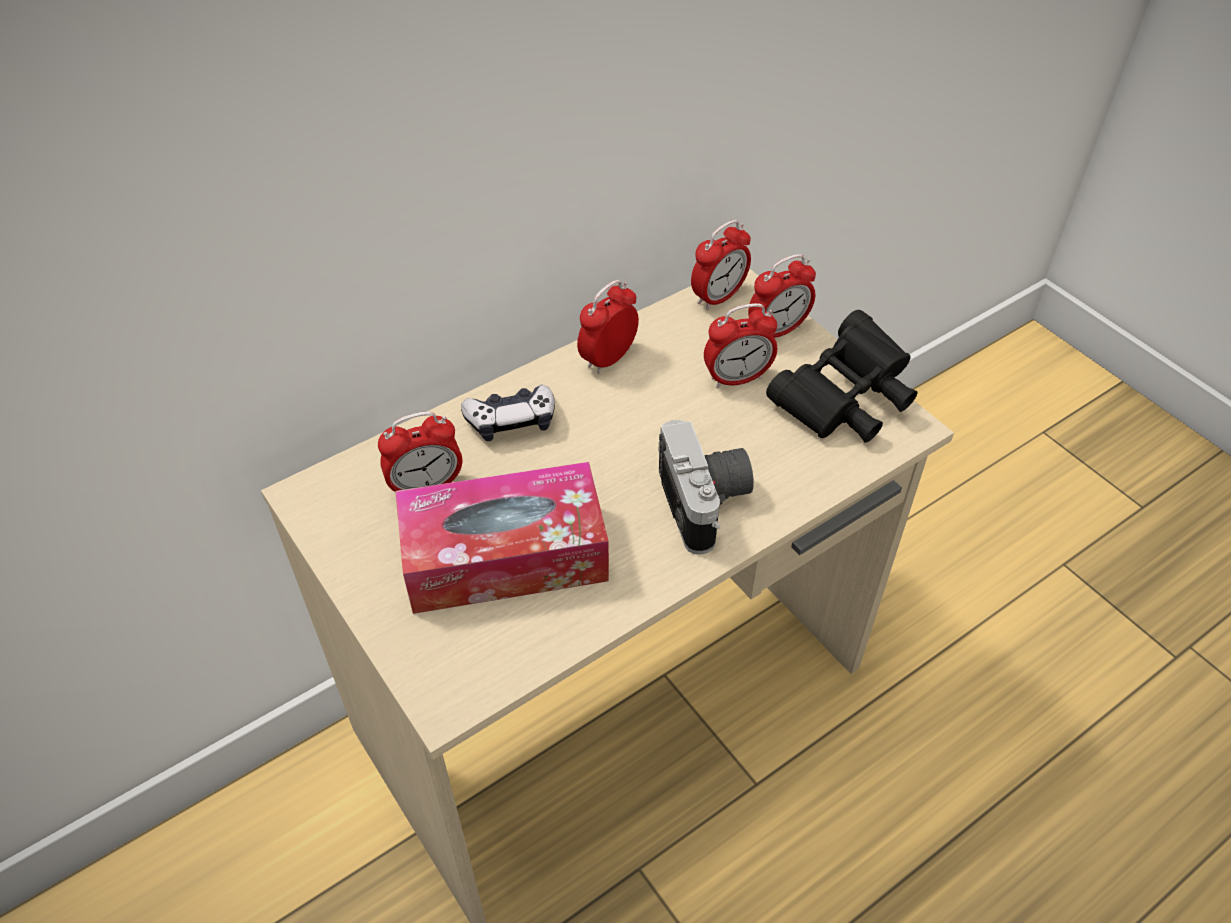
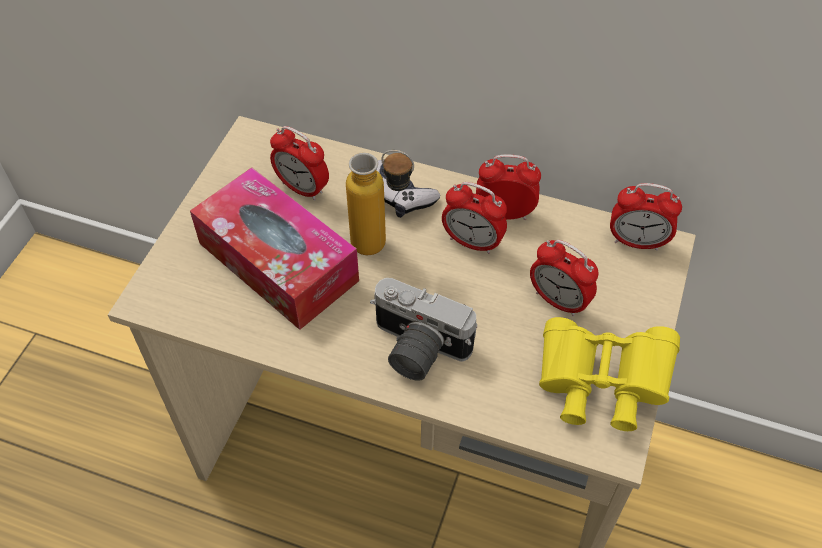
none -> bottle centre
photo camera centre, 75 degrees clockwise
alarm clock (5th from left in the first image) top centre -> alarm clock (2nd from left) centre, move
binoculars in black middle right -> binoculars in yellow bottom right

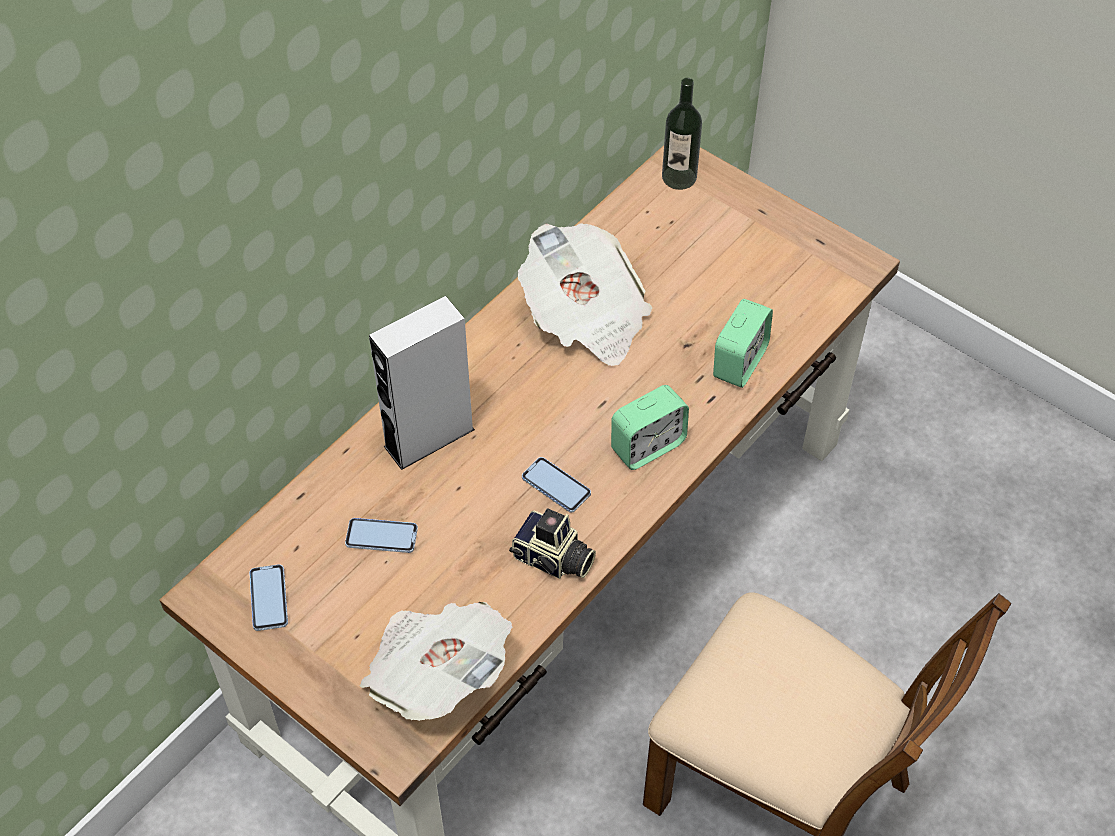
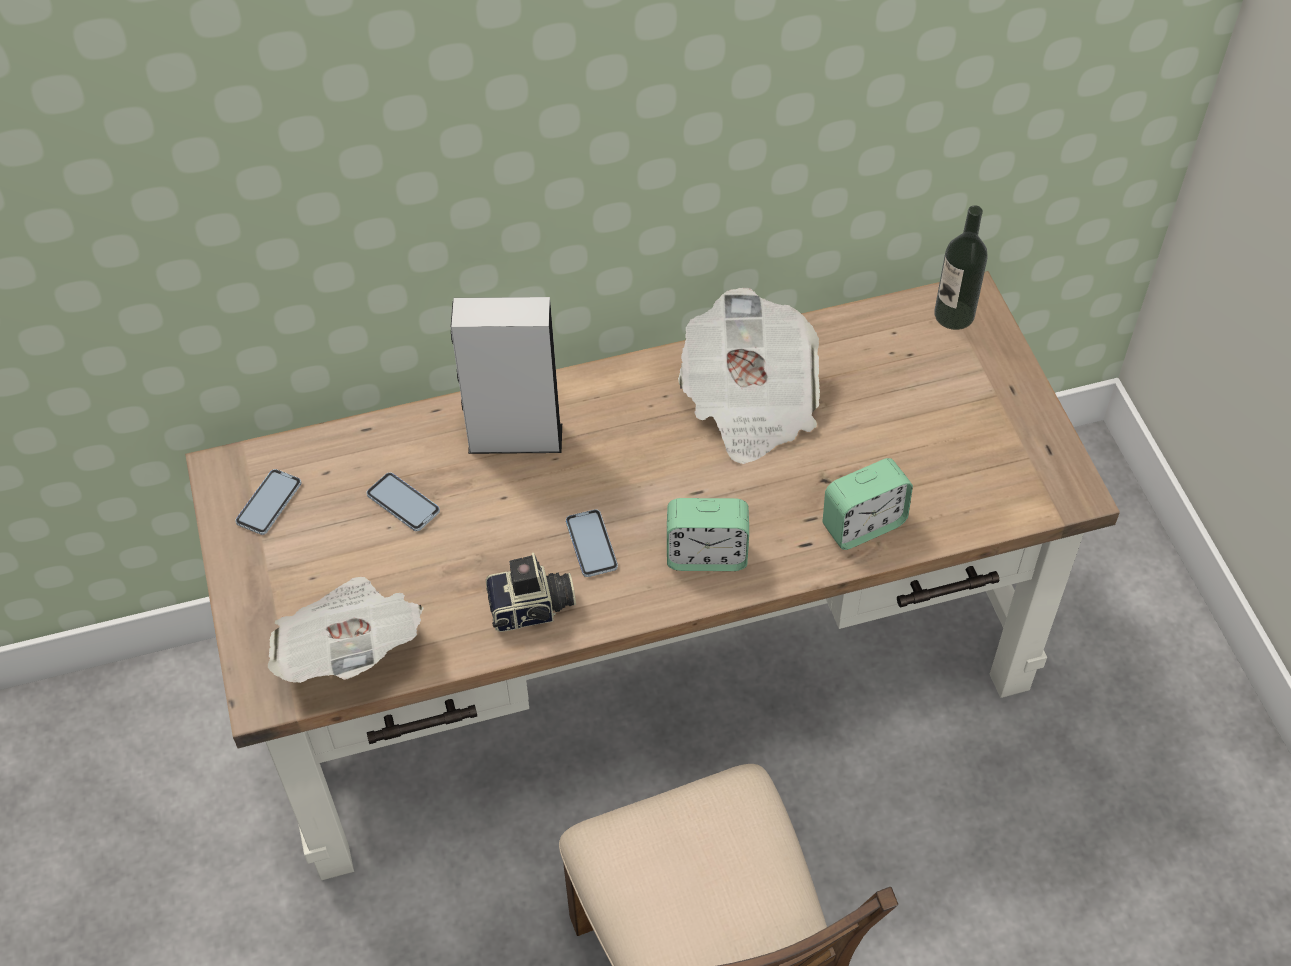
photo camera centre, 75 degrees counterclockwise

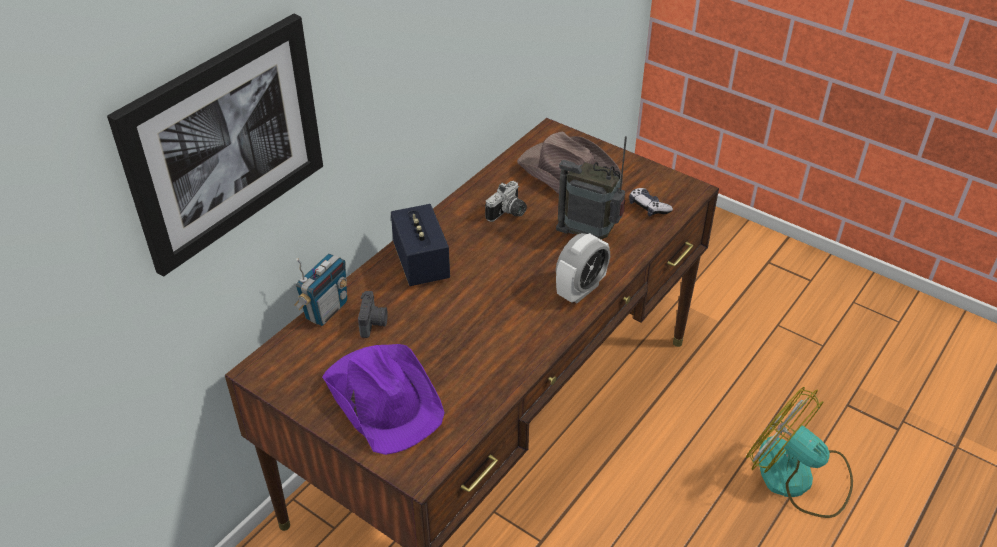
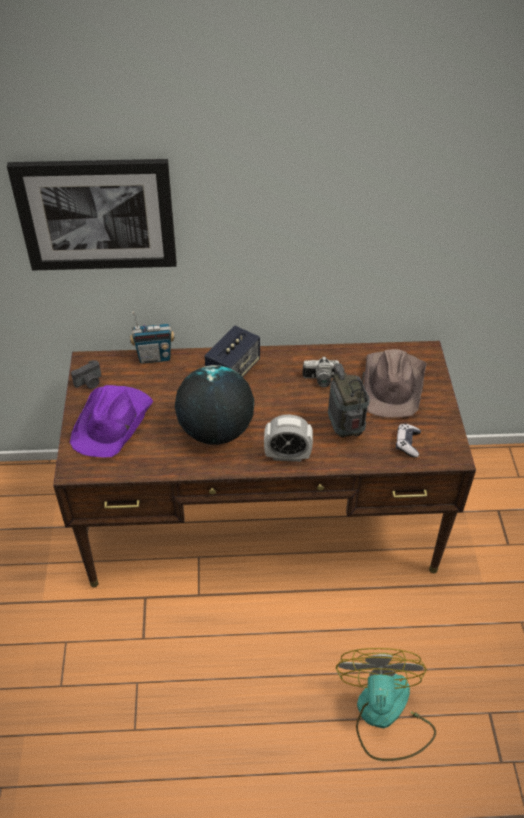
photo camera (1st from left) centre -> photo camera (1st from left) middle left, move
none -> globe centre

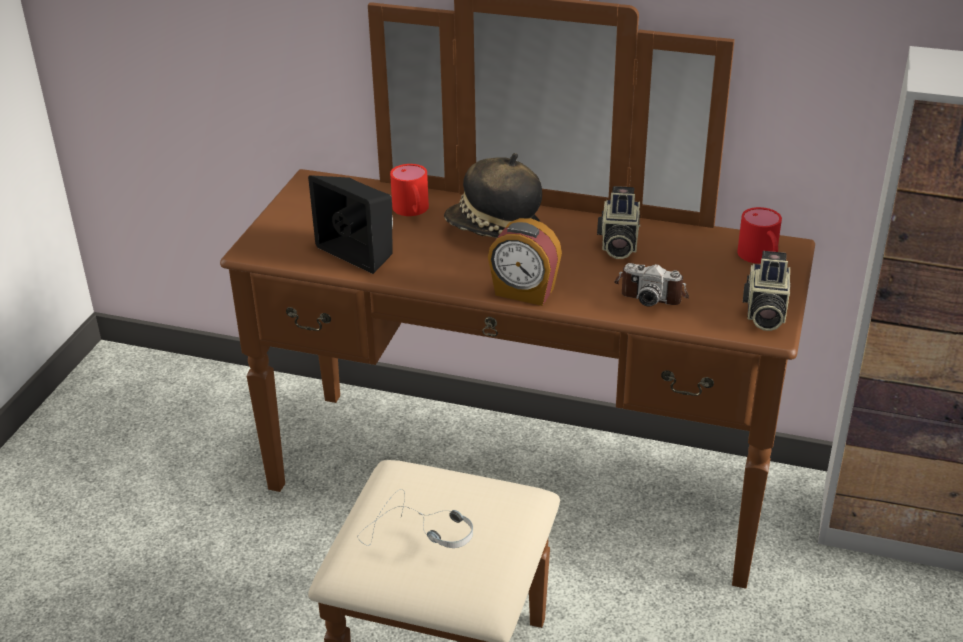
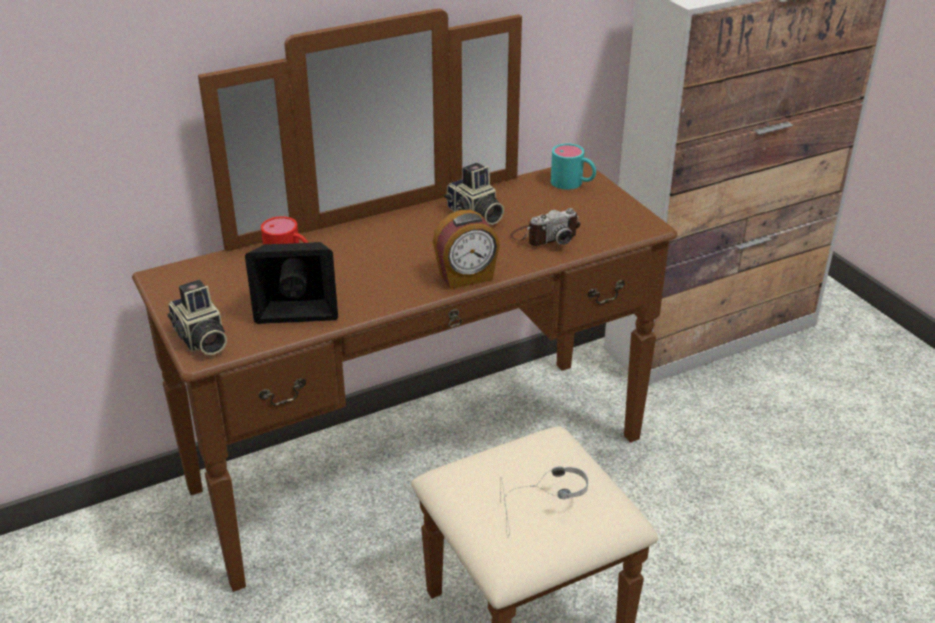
photo camera (3rd from left in the first image) middle right -> photo camera (1st from left) middle left, move
mug in red (2nd from left) middle right -> mug in turquoise top centre
hat top centre -> none

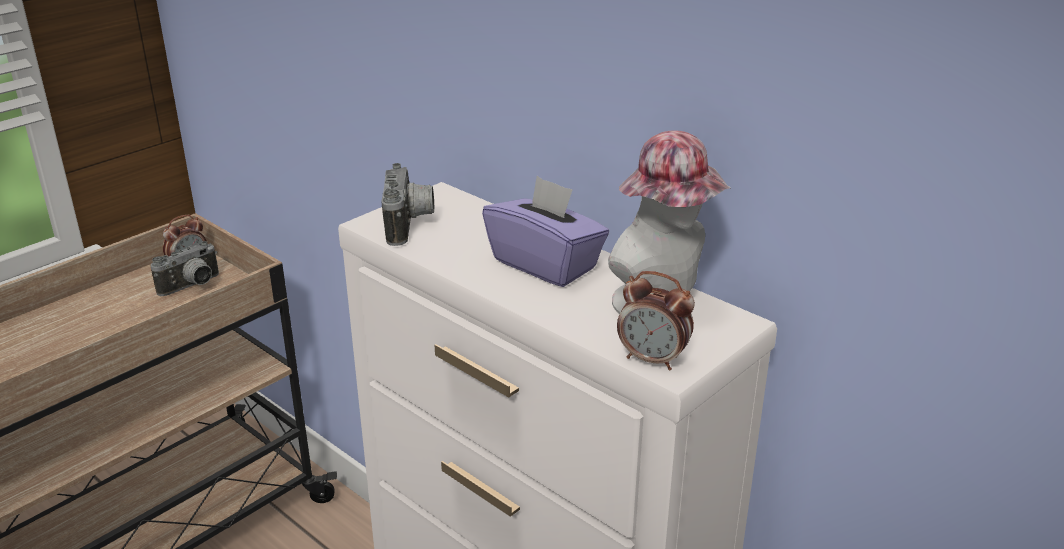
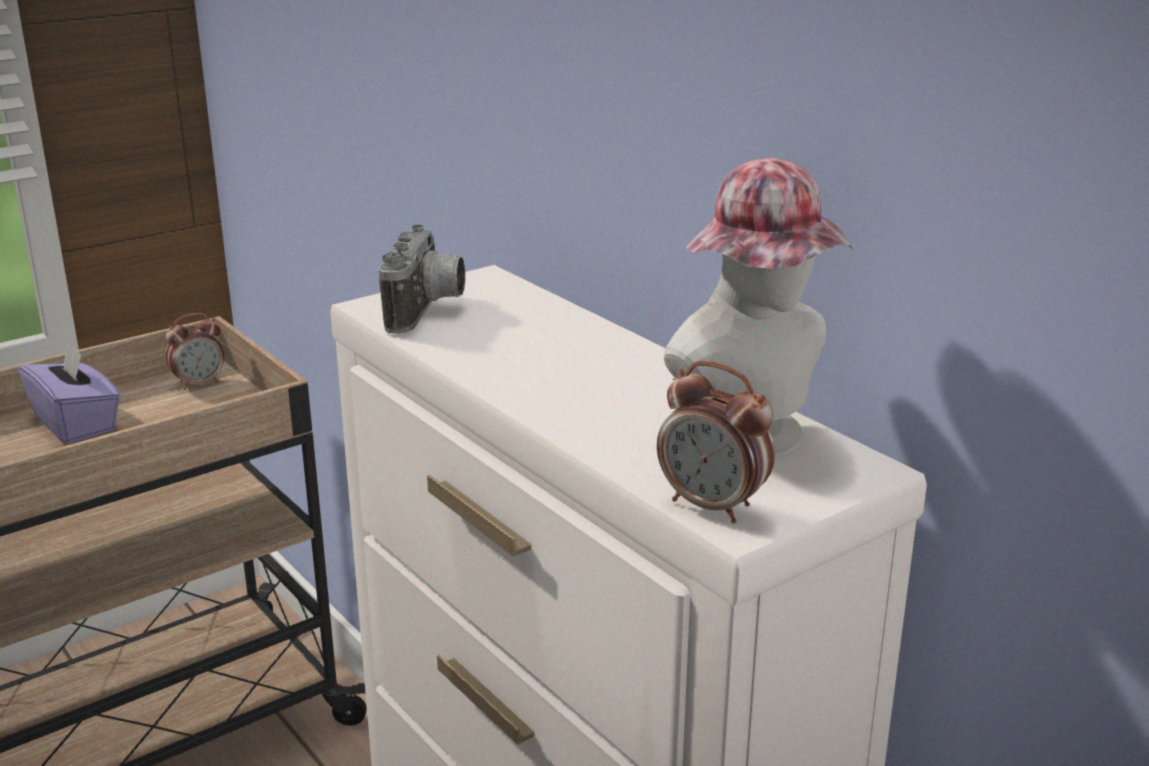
tissue box in purple centre -> tissue box in purple middle left, move
photo camera (1st from left) middle left -> none

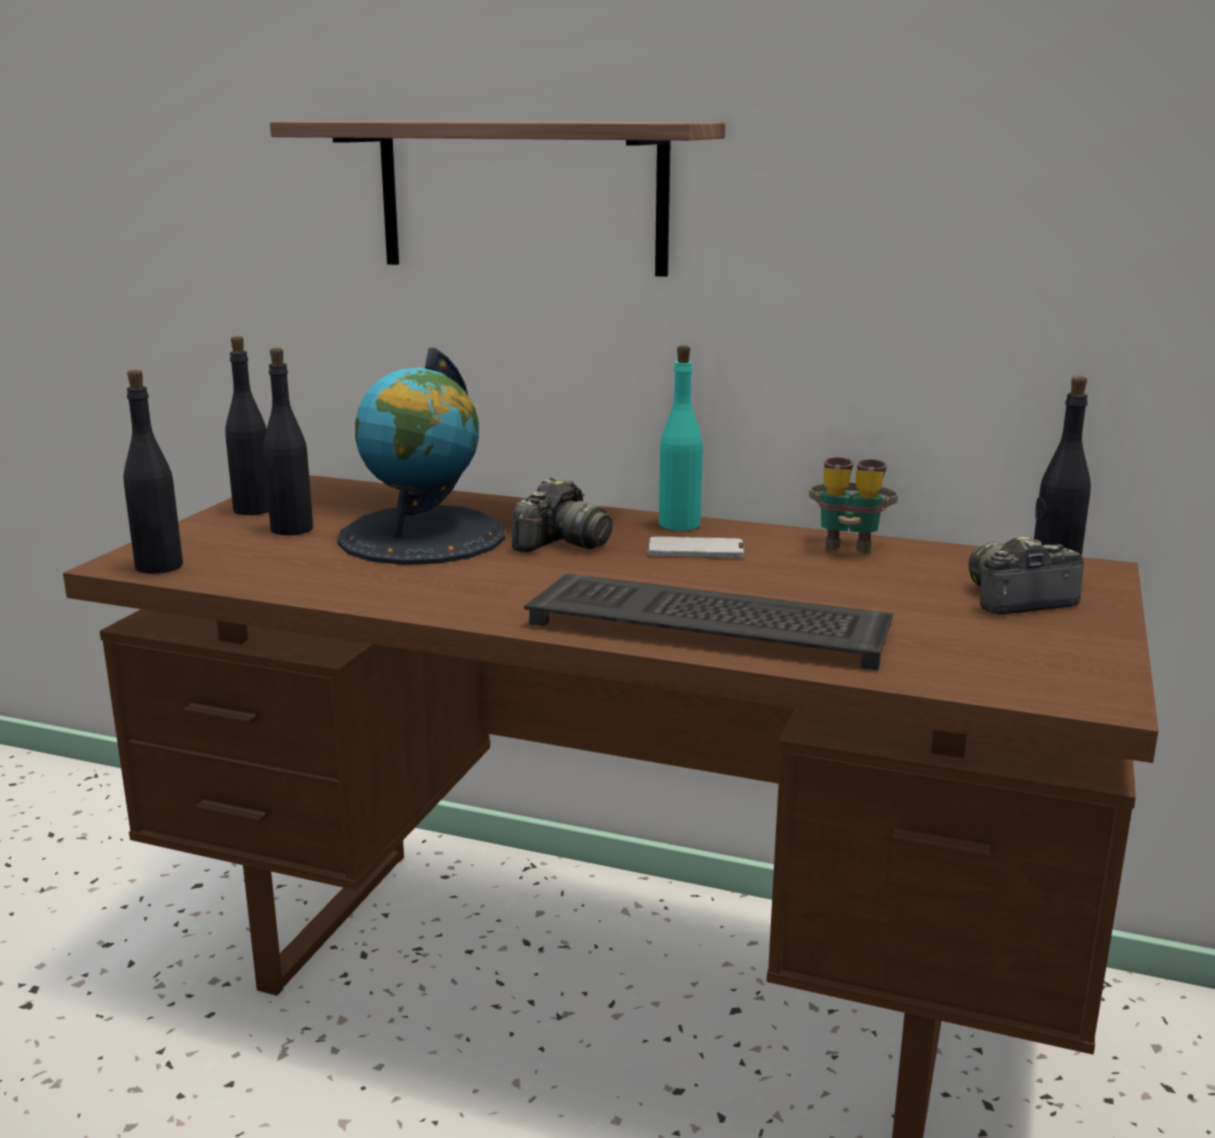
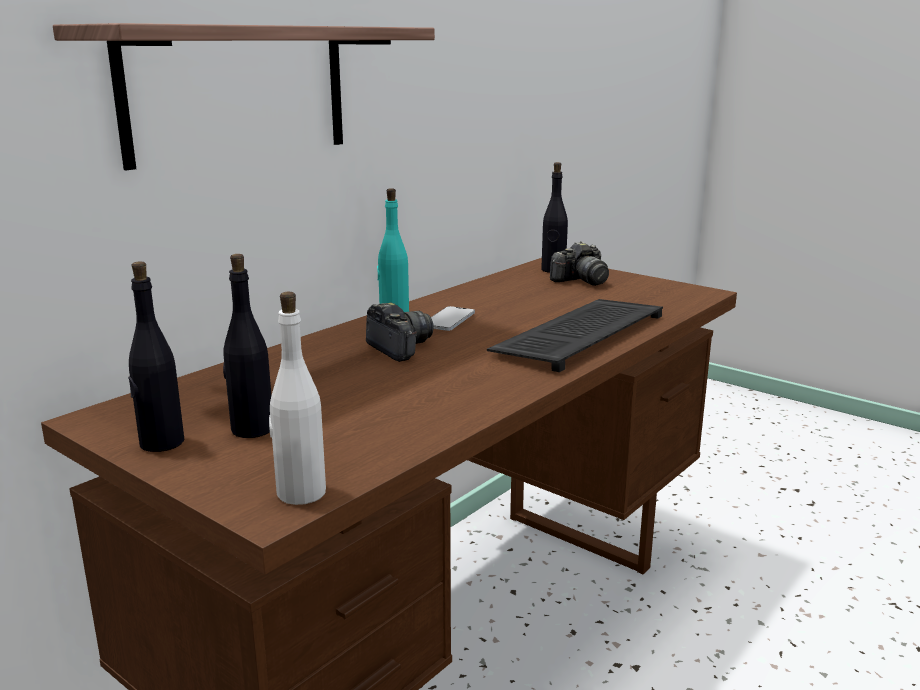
bottle in black (1st from left) middle left -> bottle in white middle left
photo camera (2nd from left) middle right -> photo camera (2nd from left) centre, 120 degrees counterclockwise
globe centre -> none
binoculars middle right -> none

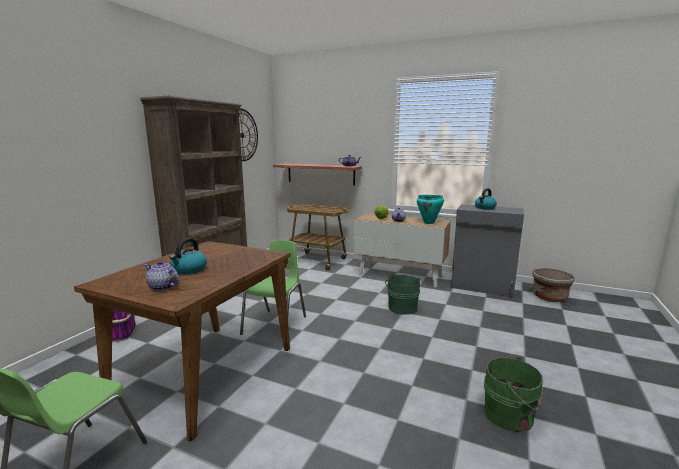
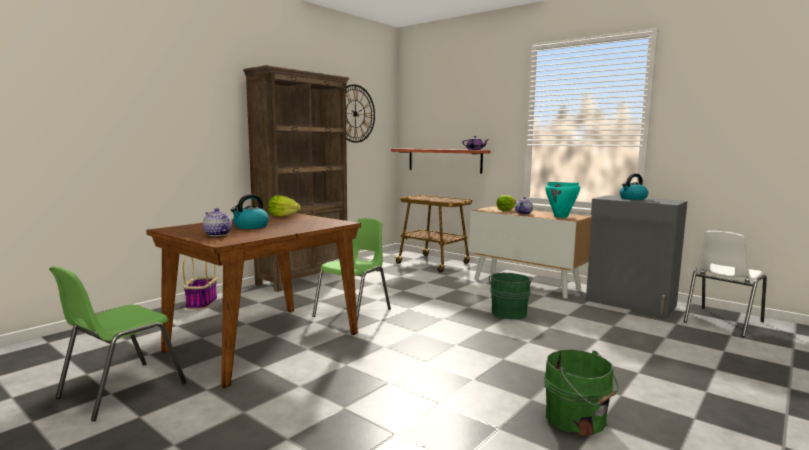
none -> lettuce (1st from left) centre
planter in grey middle right -> chair in white middle right

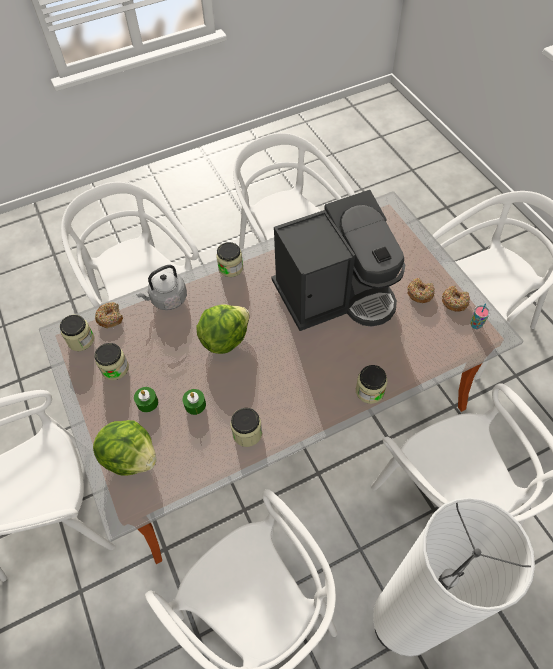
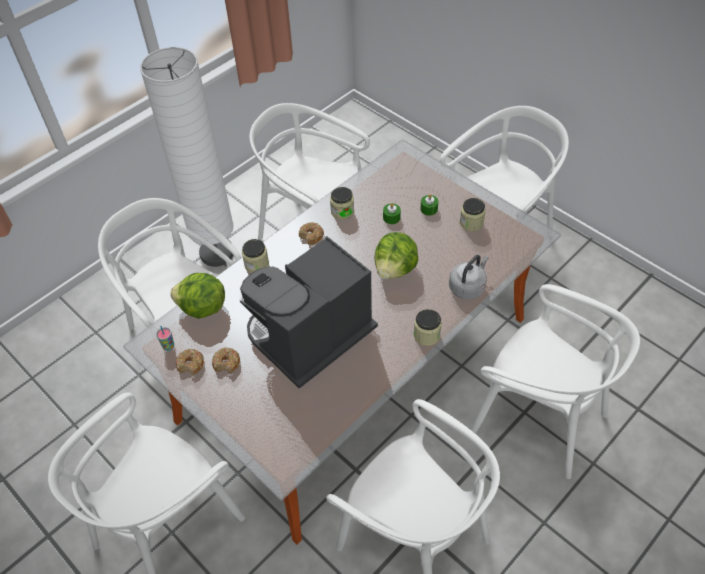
lettuce (1st from left) bottom left -> lettuce (1st from left) middle left, move
donut (1st from left in the first image) middle left -> donut (3rd from left) centre, move
jar (1st from left) middle left -> none

